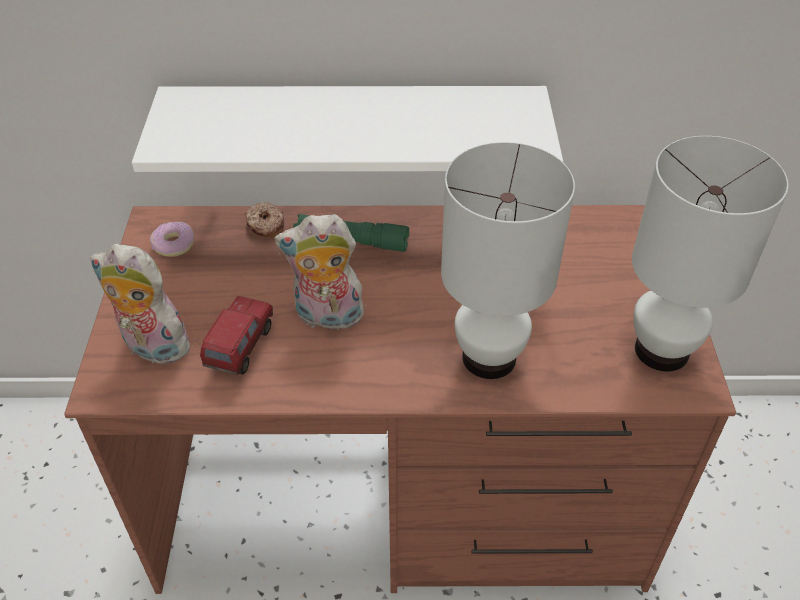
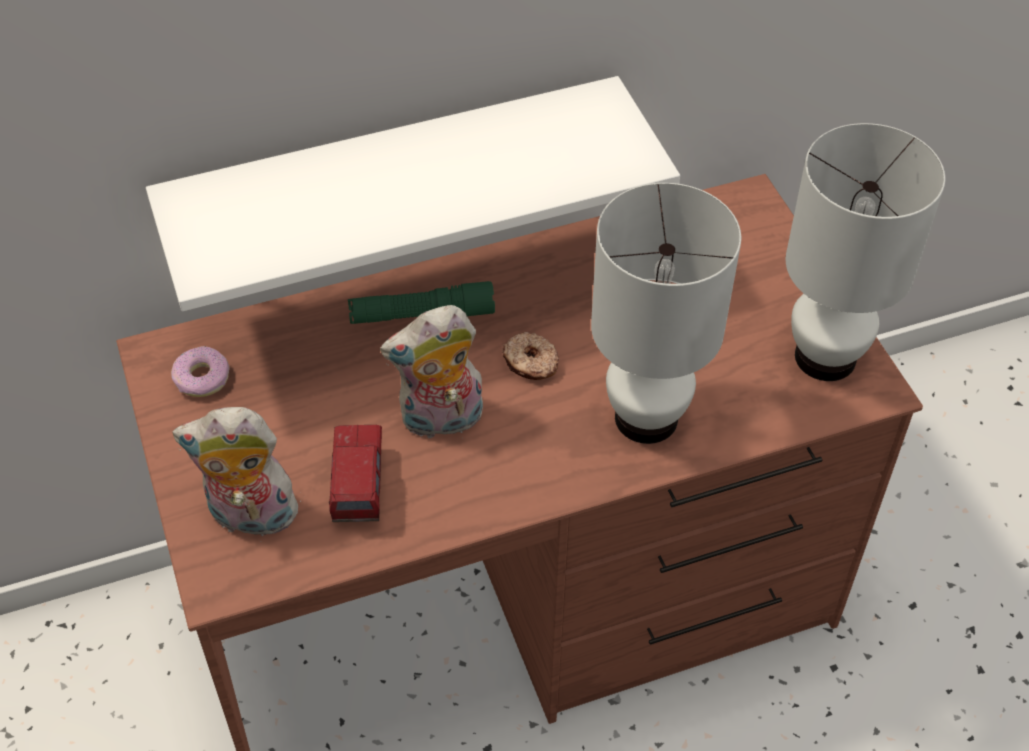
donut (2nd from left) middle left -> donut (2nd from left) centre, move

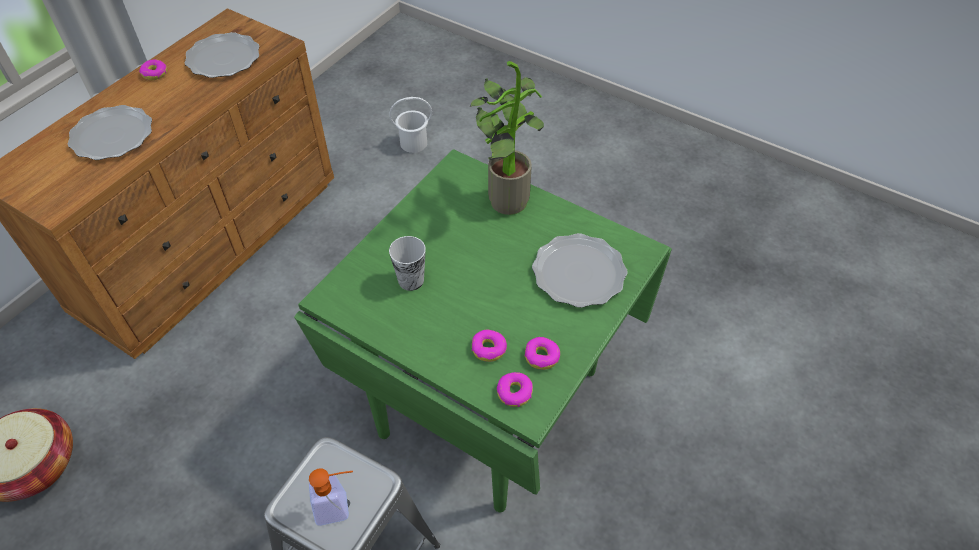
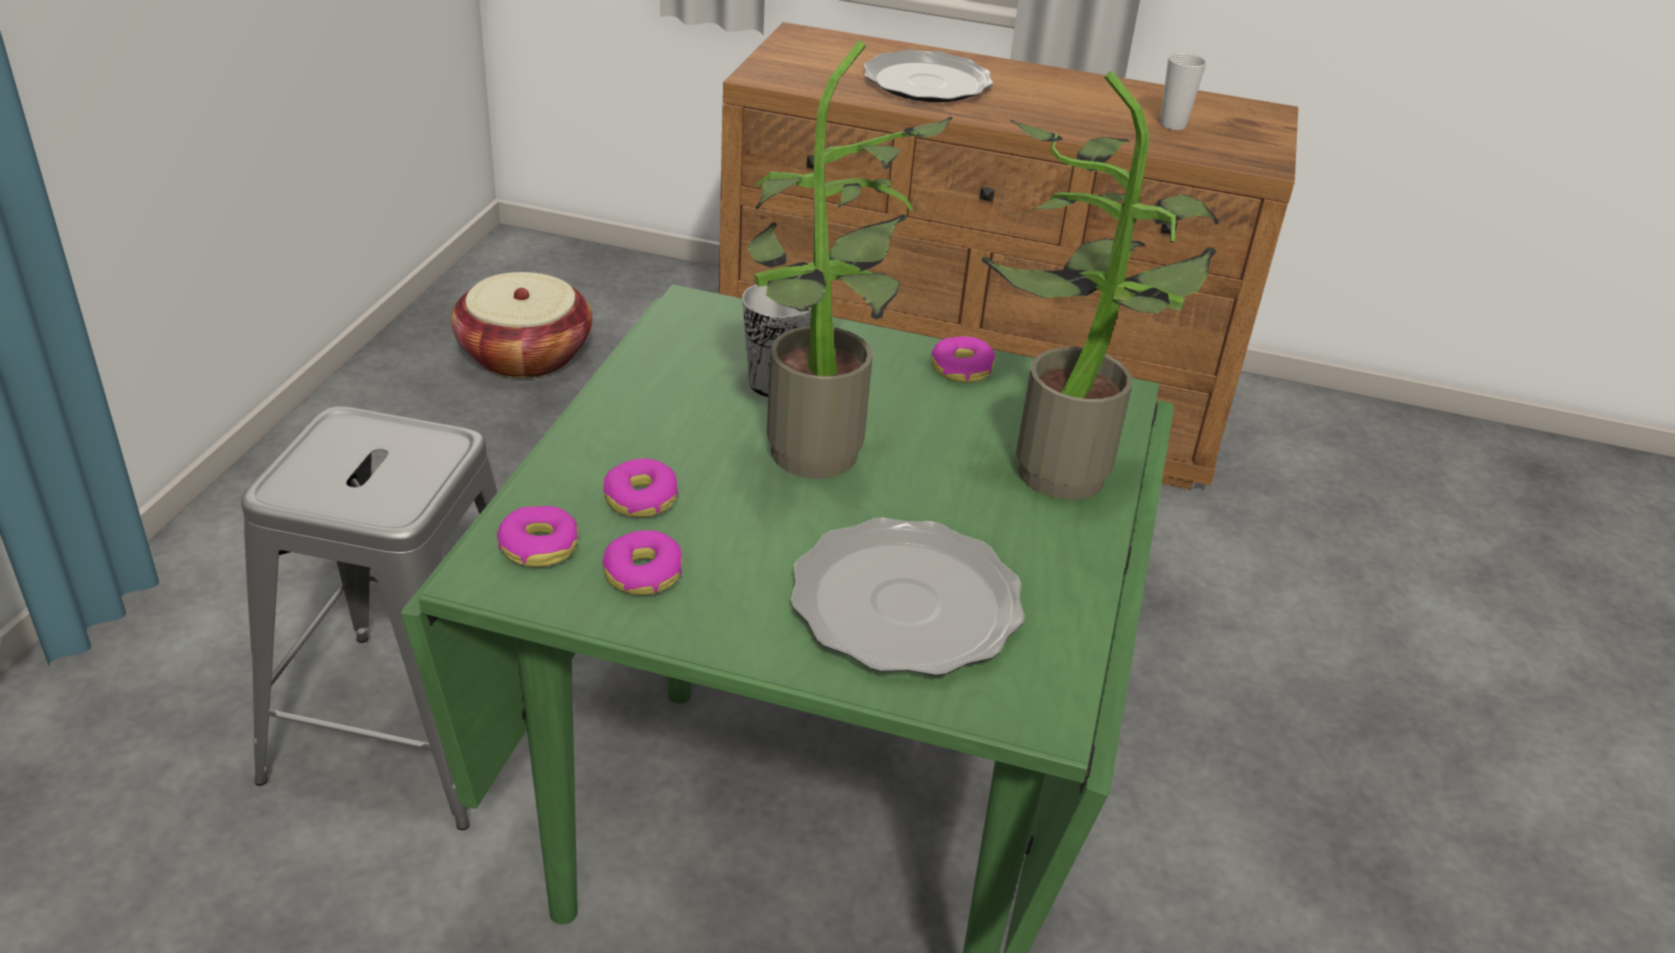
none -> potted plant (1st from left) top centre
donut (1st from left in the first image) top left -> donut (4th from left) centre, move
plate (2nd from left) top left -> cup (2nd from left) top right
soap dispenser bottom centre -> none
bucket in white top centre -> none

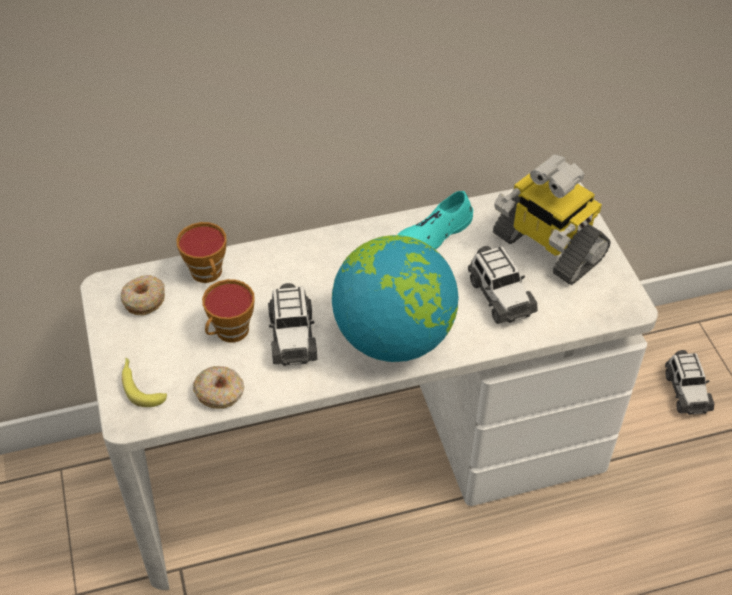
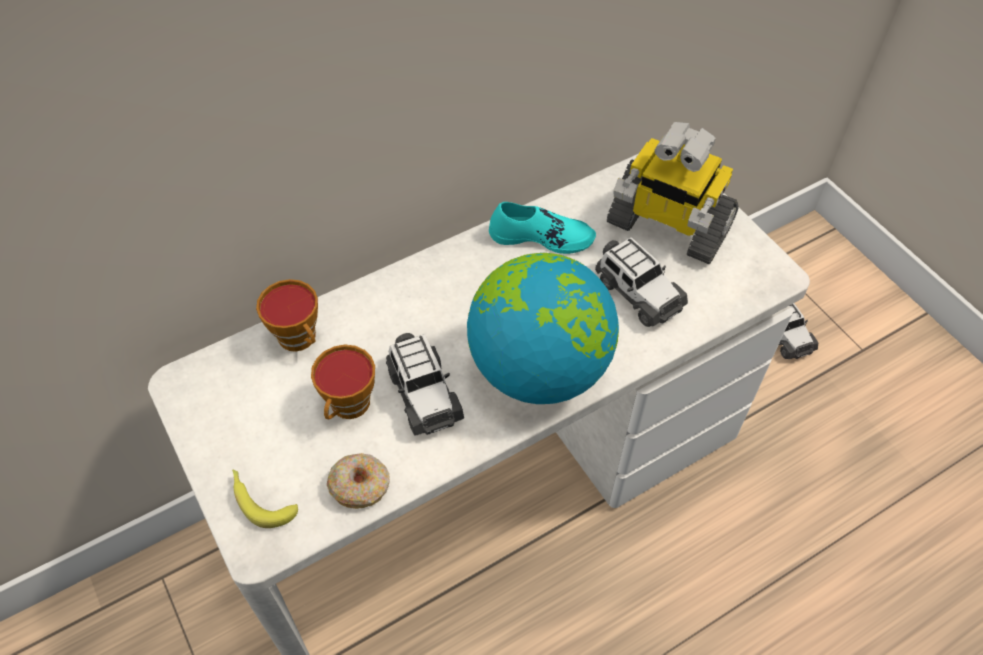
shoe in turquoise centre, 120 degrees counterclockwise
donut (1st from left) middle left -> none

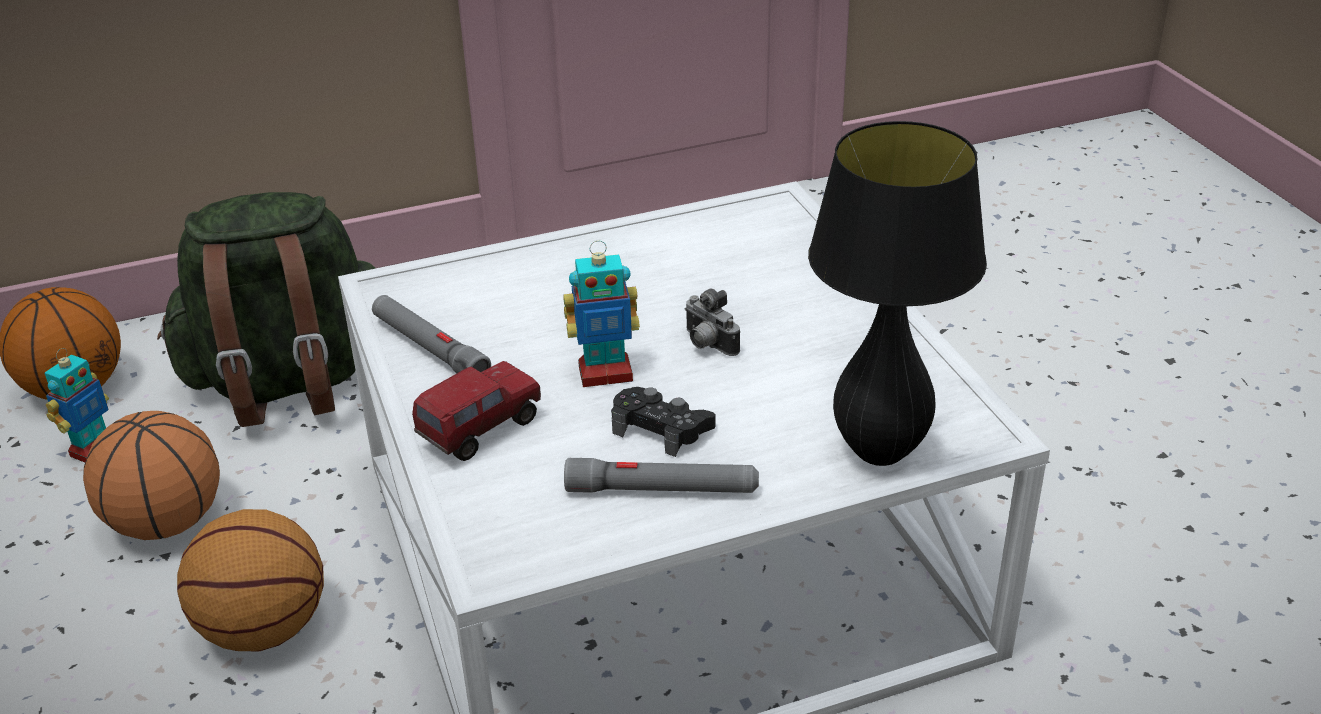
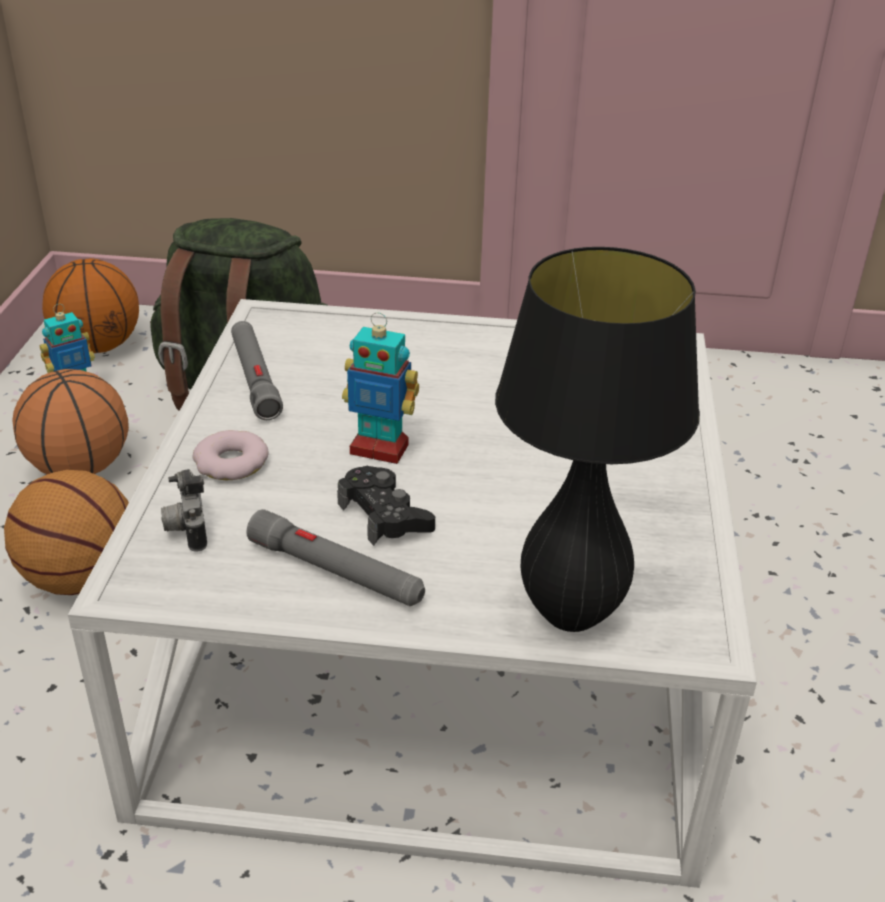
photo camera centre -> photo camera middle left, move
toy truck centre -> donut middle left

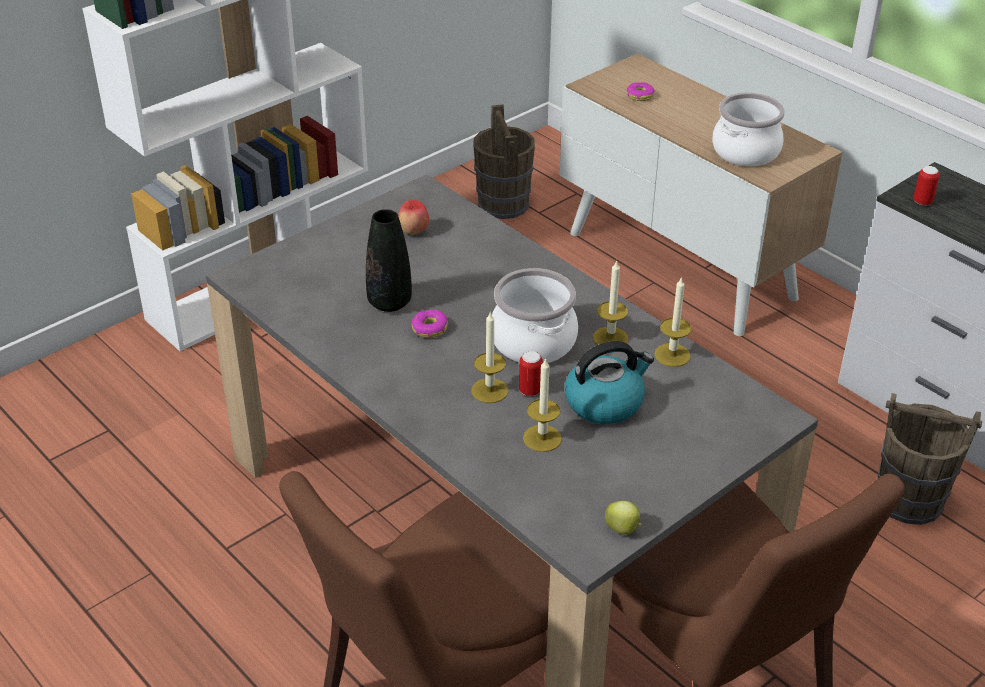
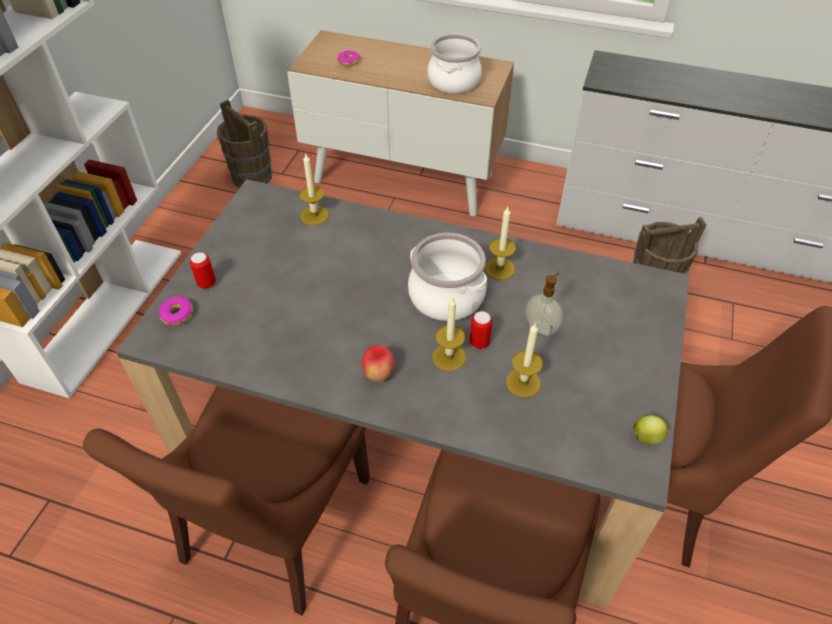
none -> chair in brown (1st from left) bottom left
donut (1st from left) centre -> donut (1st from left) middle left, move
can (2nd from left in the first image) top right -> can (1st from left) middle left, move
candle (4th from left in the first image) middle right -> candle (1st from left) top centre, move
apple (1st from left) top centre -> apple (1st from left) centre, move
kettle centre -> soap dispenser centre
vase in black centre -> none

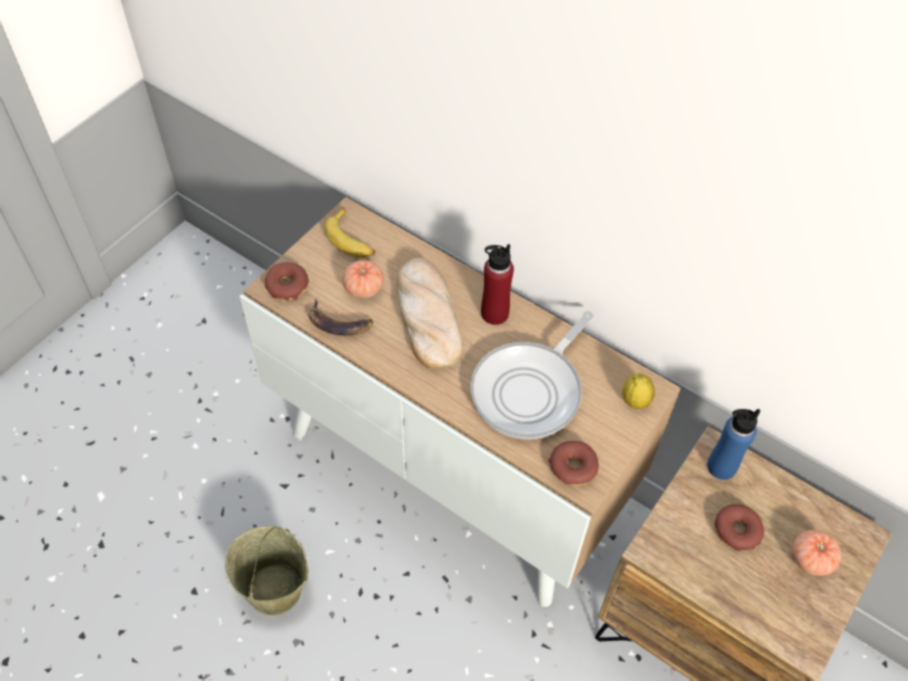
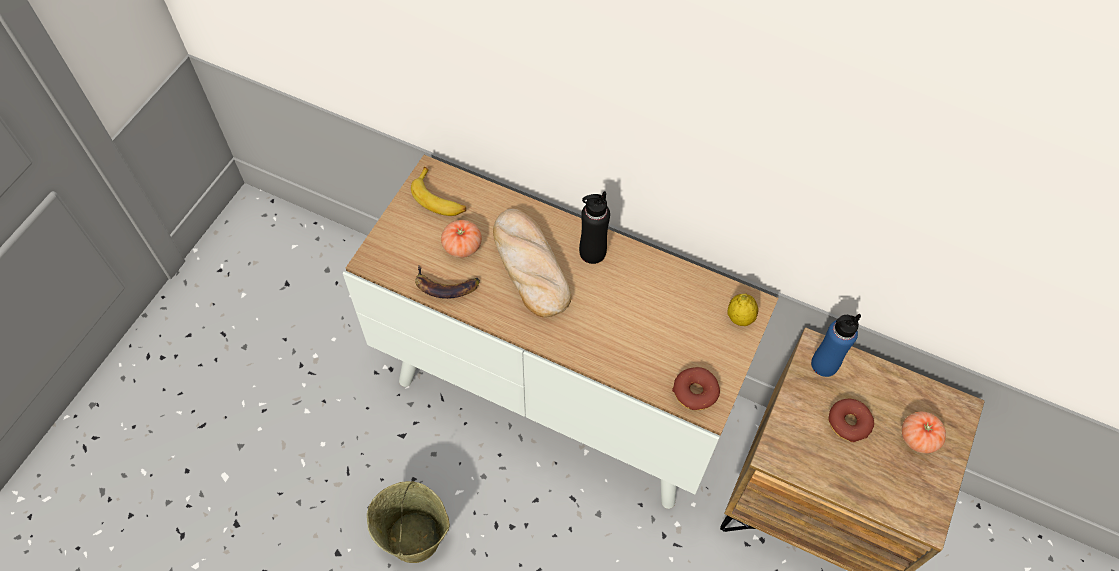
bottle in red centre -> bottle in black centre
donut (1st from left) middle left -> none
frying pan centre -> none

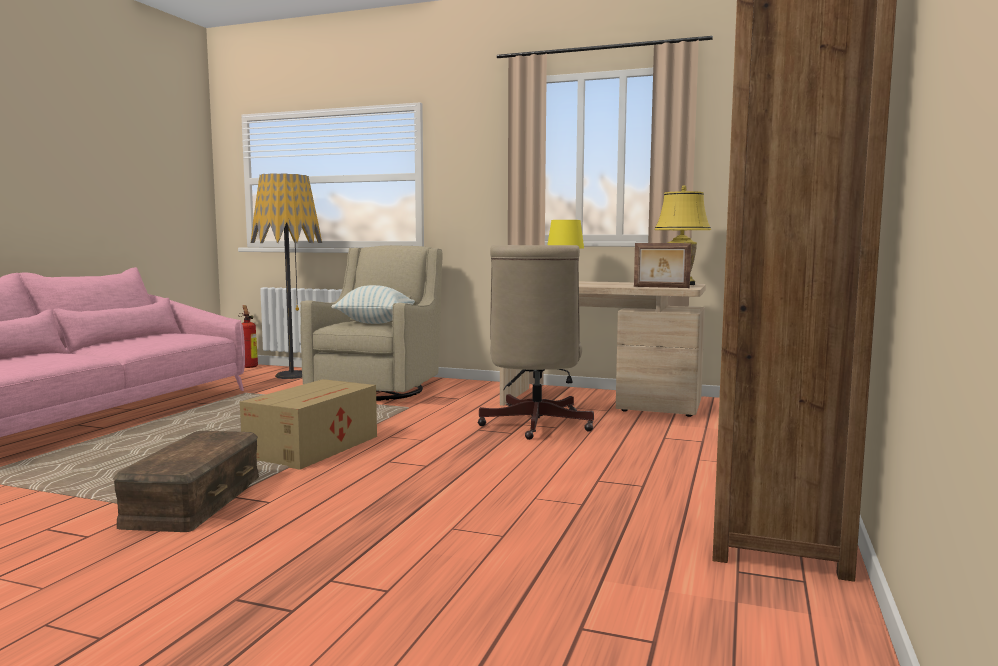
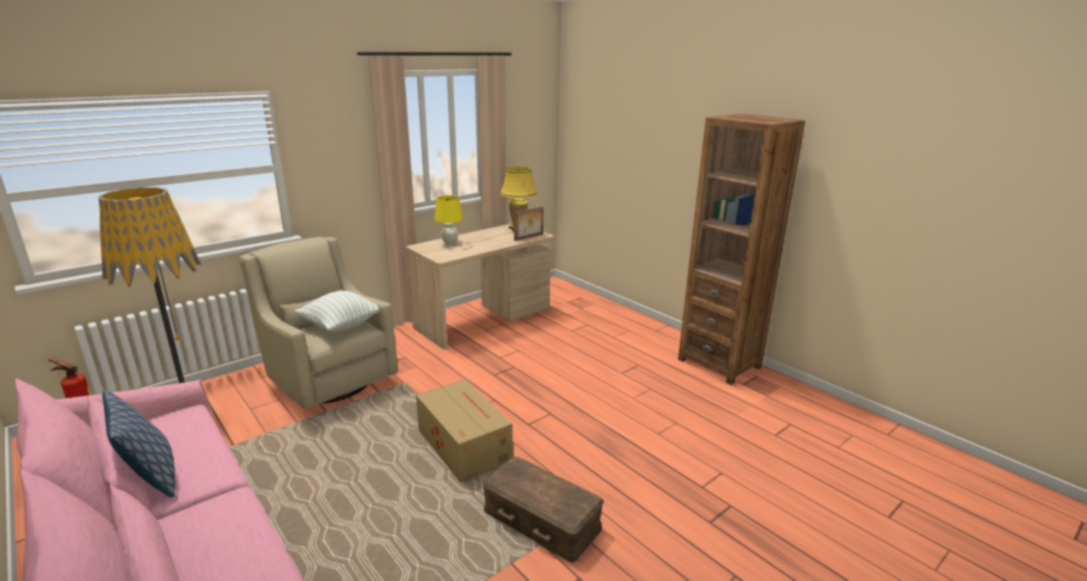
none -> pillow (1st from left) bottom left
office chair in beige centre -> none

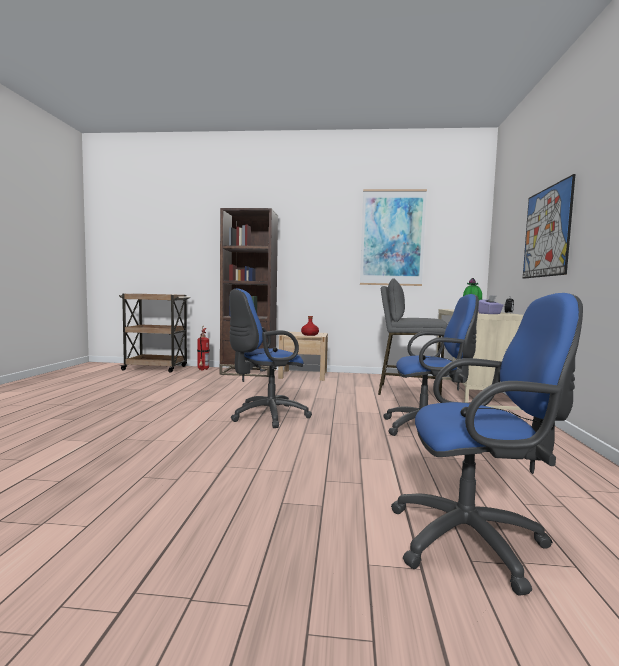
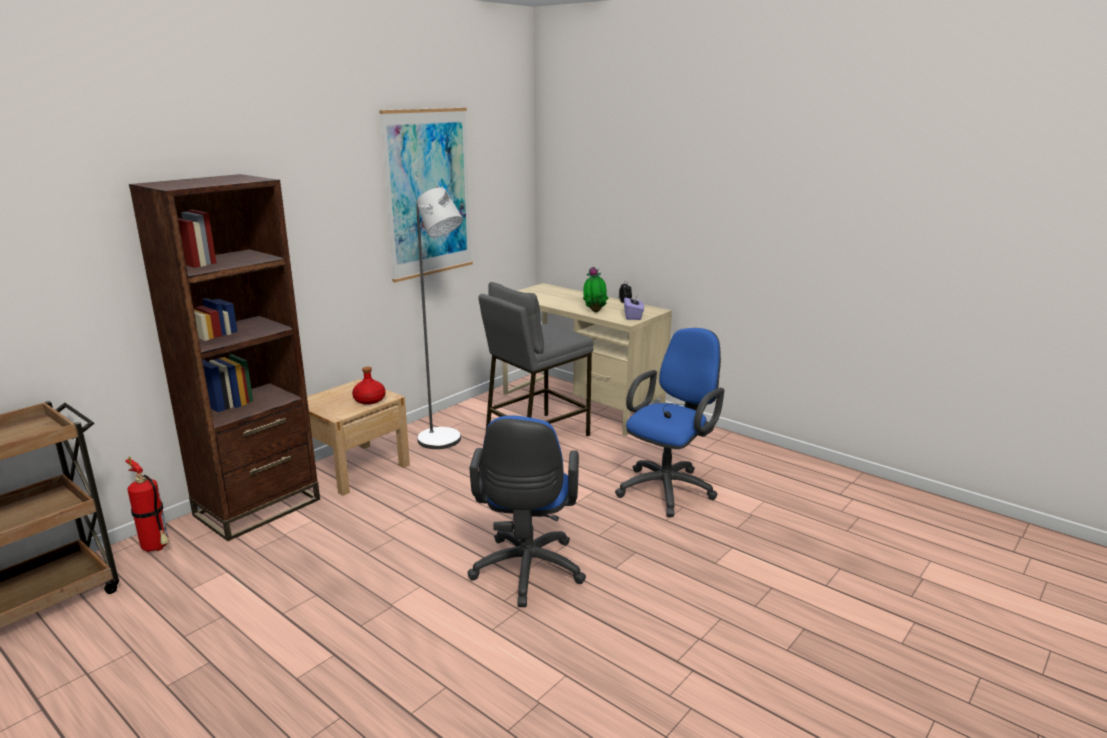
none -> floor lamp in grey centre
office chair in blue (3rd from left) bottom right -> none
picture (2nd from left) middle right -> none

